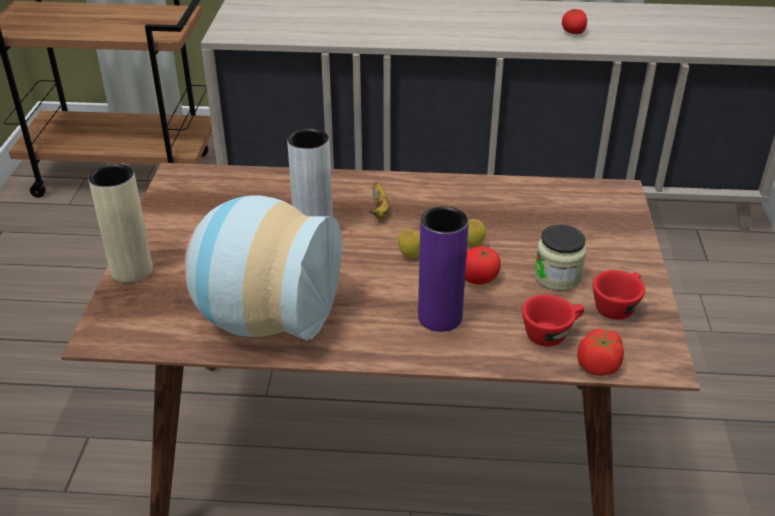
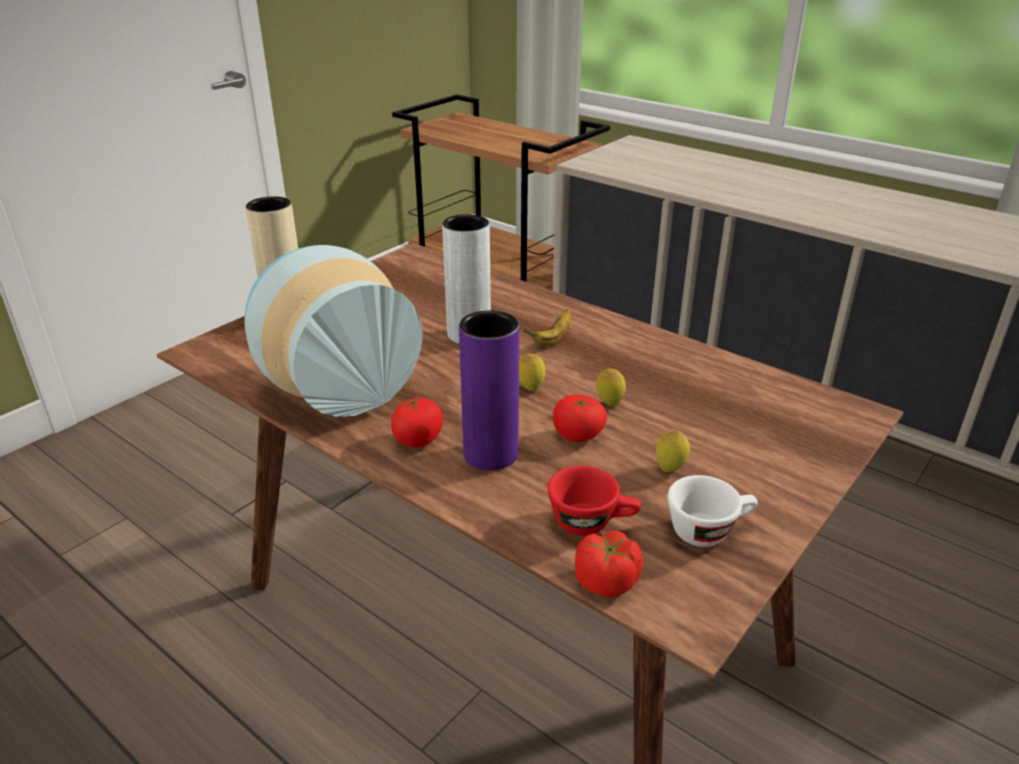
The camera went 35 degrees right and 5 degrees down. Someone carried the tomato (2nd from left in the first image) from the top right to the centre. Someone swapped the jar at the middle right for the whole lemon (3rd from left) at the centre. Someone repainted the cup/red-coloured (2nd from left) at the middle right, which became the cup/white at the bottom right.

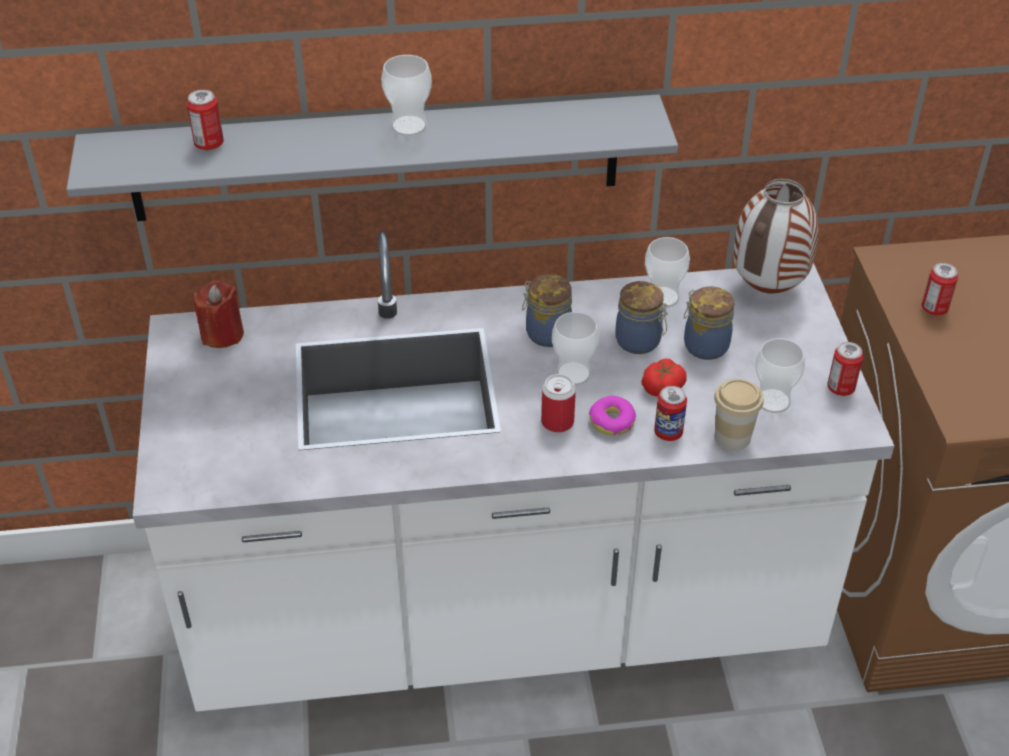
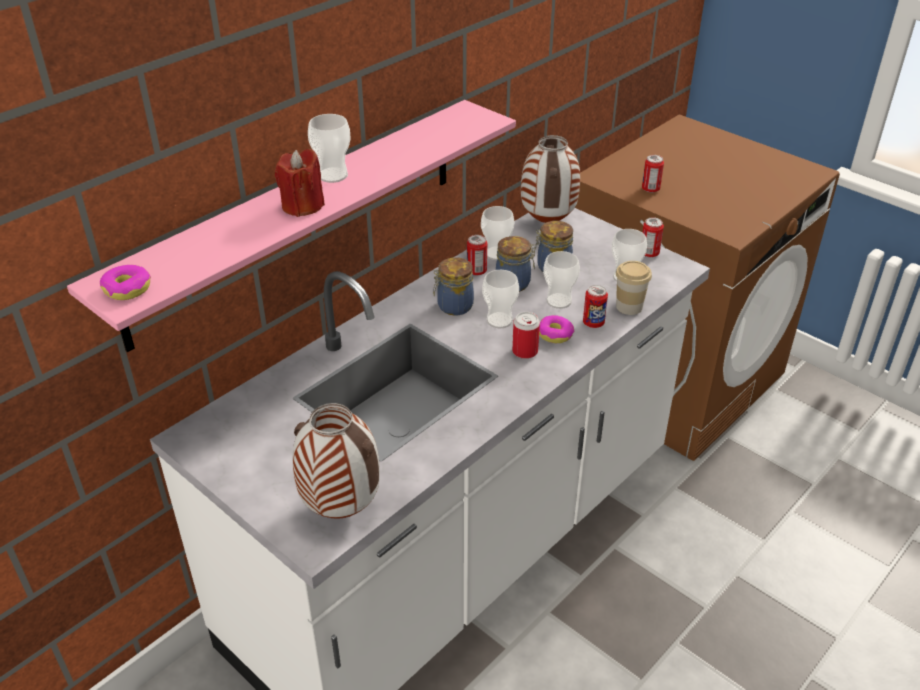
The camera went 40 degrees left and 5 degrees down. Someone put down the donut (1st from left) at the middle left. Someone put down the flower vase (1st from left) at the bottom centre. Someone carried the can (1st from left) from the top left to the centre. Someone carried the candle/red-coloured from the middle left to the top left. Someone swapped the tomato at the centre for the cup (4th from left) at the centre. Someone repainted the shelf/grey at the top centre, which became the shelf/pink at the top left.

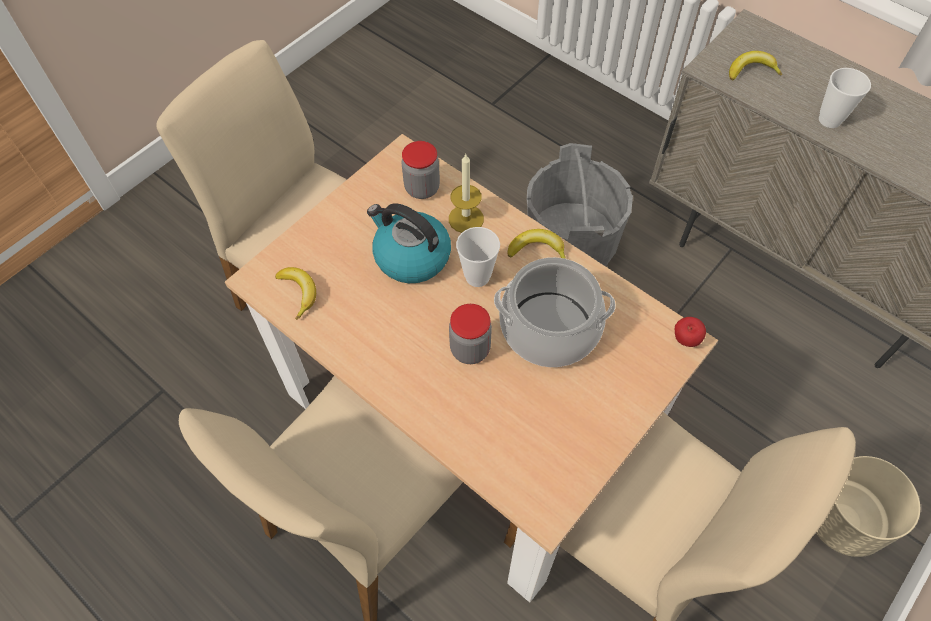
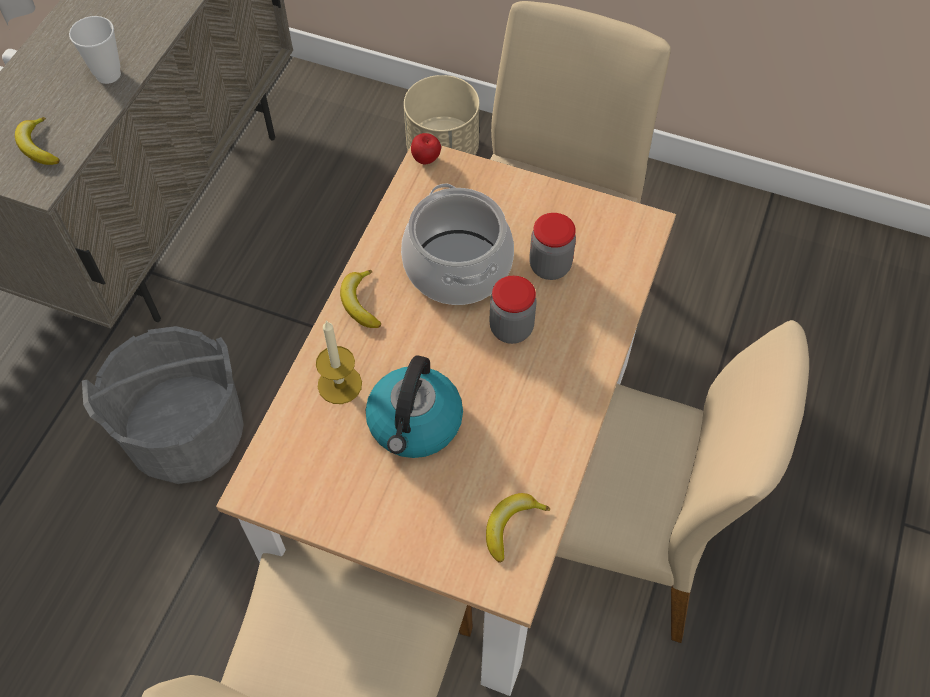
The camera went 110 degrees left and 0 degrees up. Someone took away the cup (1st from left) at the centre. Someone carried the jar (1st from left in the first image) from the top centre to the centre.

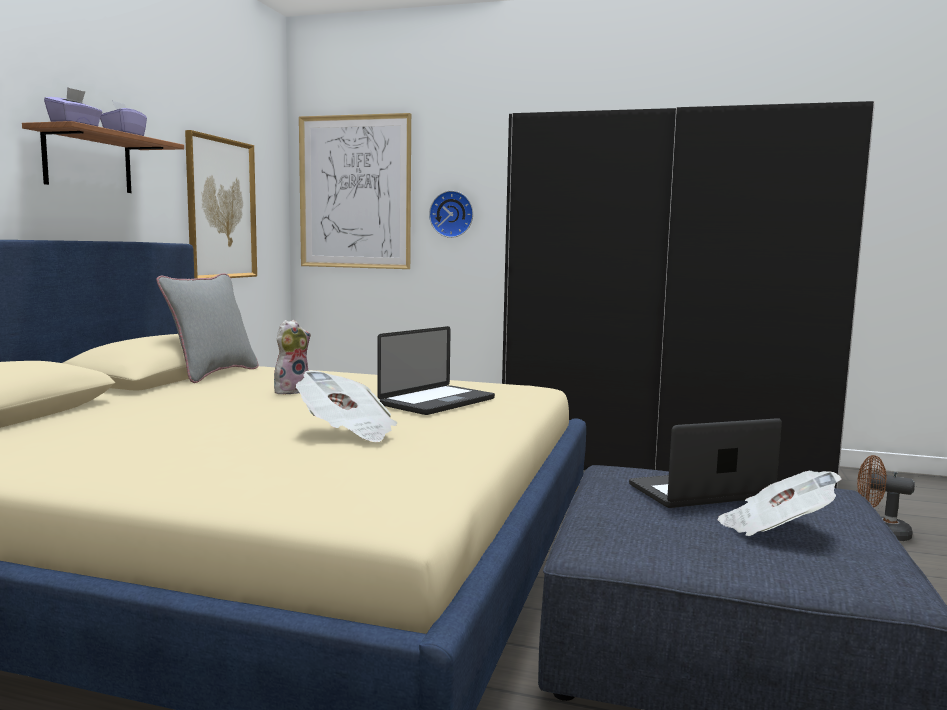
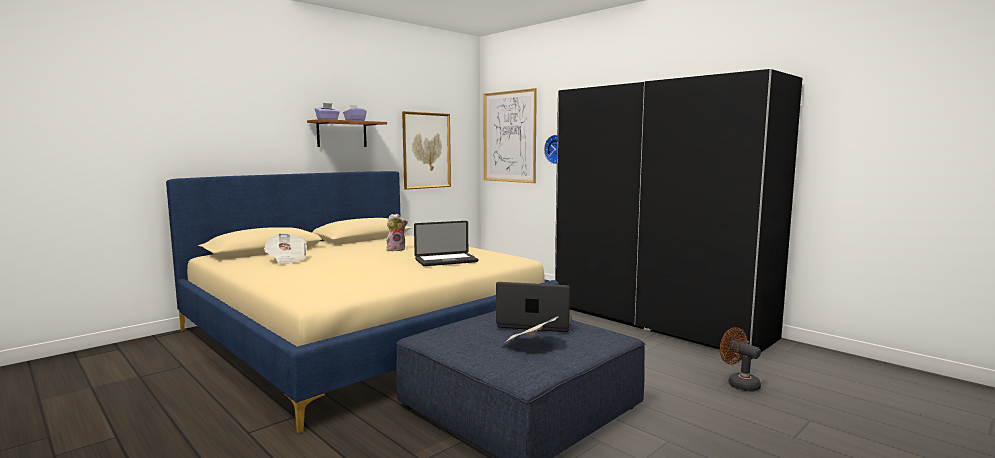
The camera went 30 degrees right and 0 degrees up. Someone took away the cushion/grey at the middle left. Someone carried the newspaper (1st from left) from the centre to the middle left.

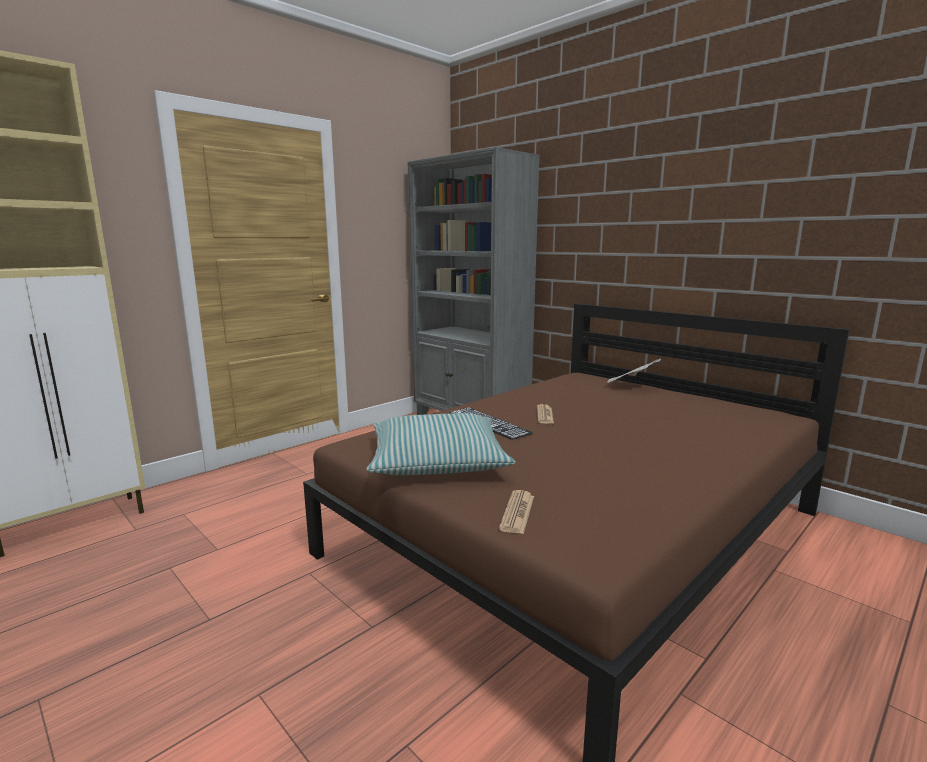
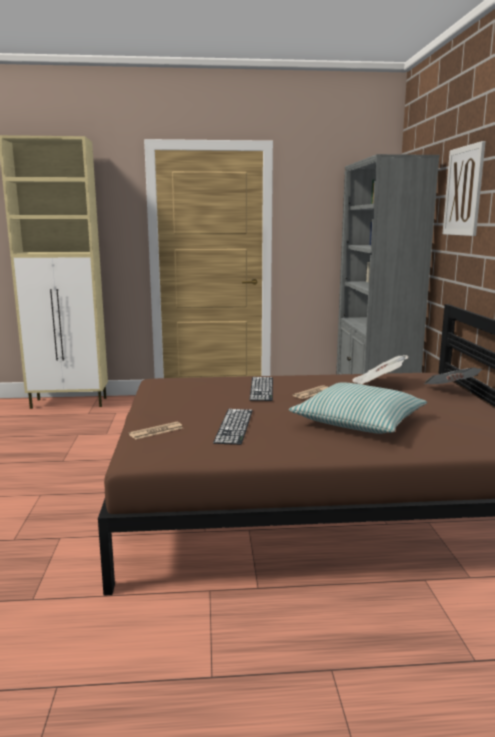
The camera went 40 degrees right and 0 degrees up. Someone put down the computer keyboard (1st from left) at the centre. Someone put down the newspaper (3rd from left) at the middle right. Someone put up the picture at the top right. Someone carried the cushion from the centre to the middle right.

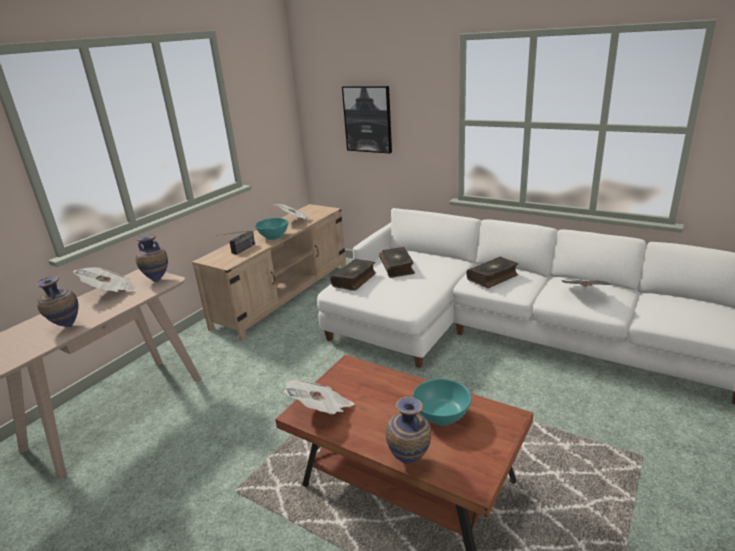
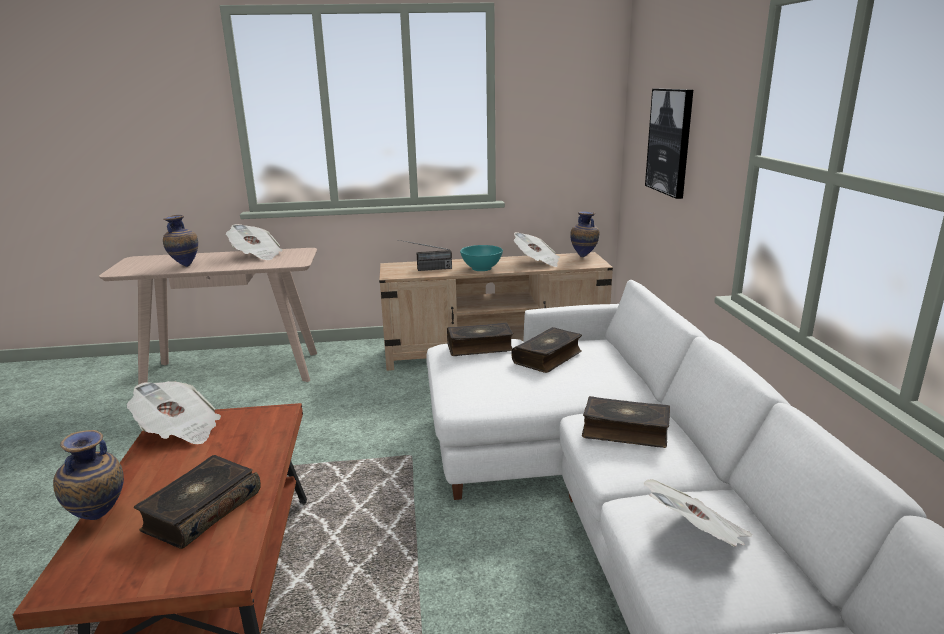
The camera went 50 degrees right and 5 degrees down. Someone carried the flower vase (2nd from left in the first image) from the middle left to the centre. Someone swapped the bowl/blue-green (2nd from left) at the bottom centre for the volume (1st from left) at the bottom left.

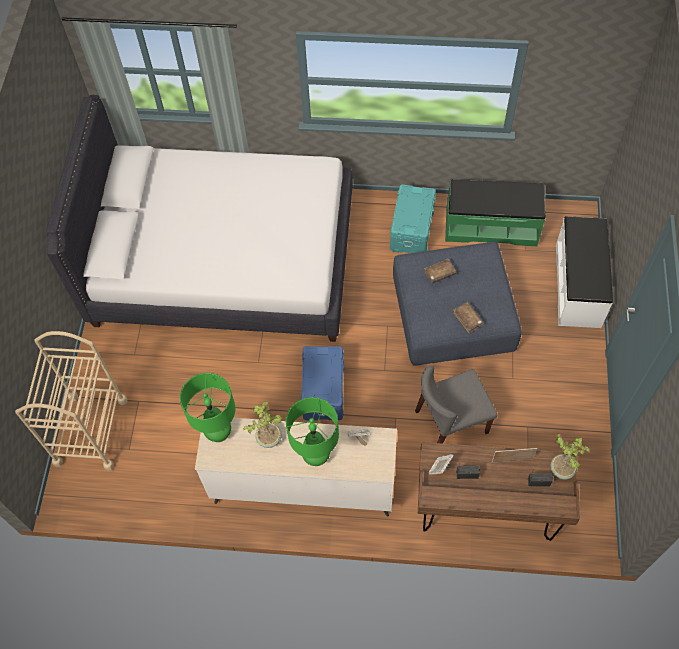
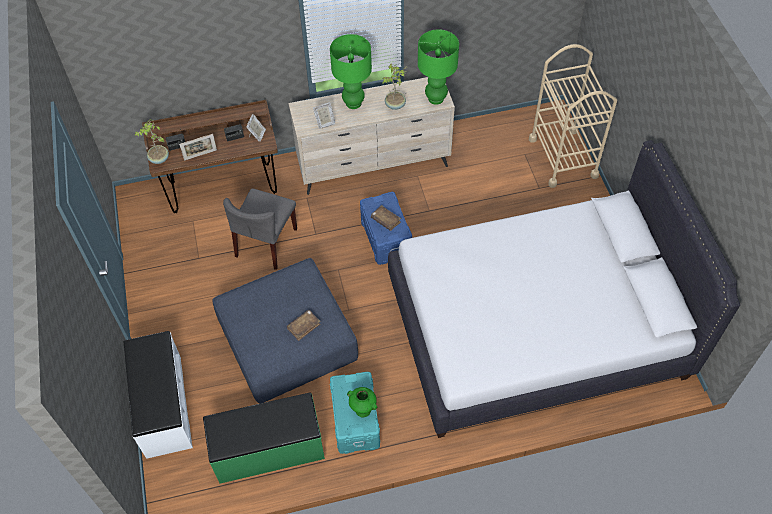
The camera went 160 degrees right and 5 degrees down. Someone put down the flower vase/greenish at the bottom centre. Someone carried the volume/brown-coloured (2nd from left) from the middle right to the centre. Someone rotated the plain chair/grey at the middle right by 150 degrees clockwise.

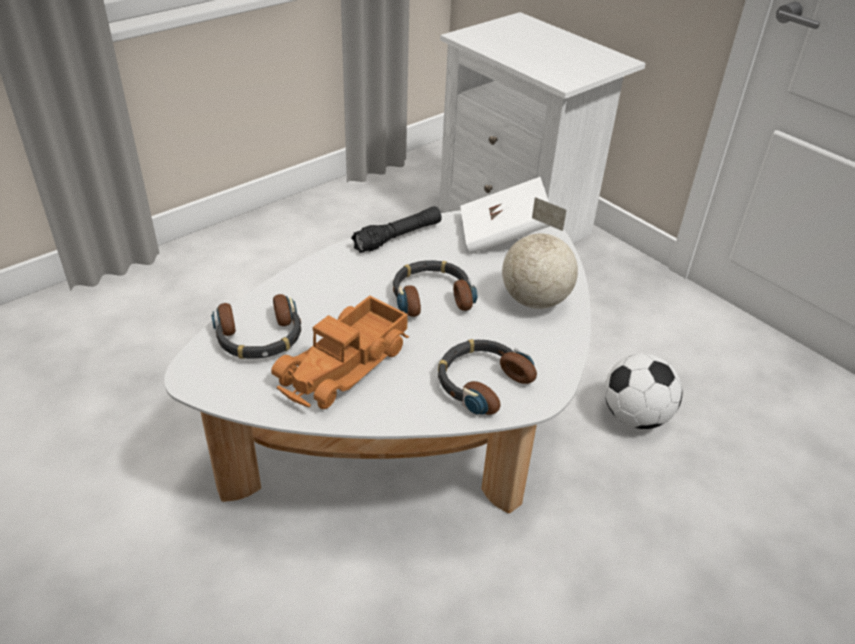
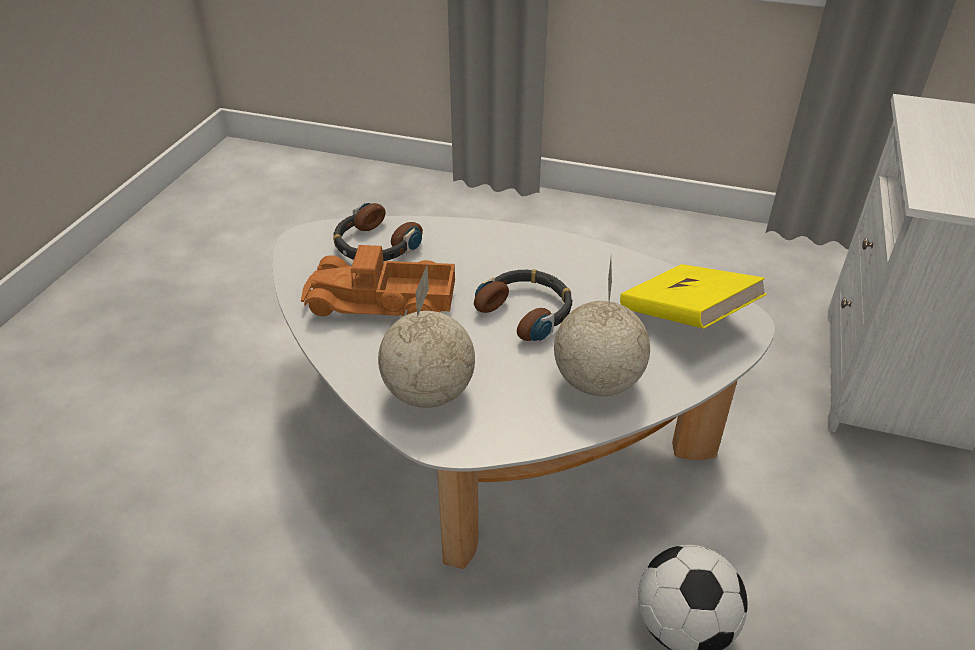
The camera went 60 degrees right and 0 degrees up. Someone took away the torch/black at the centre. Someone swapped the pair of headphones (3rd from left) at the centre for the desk globe (1st from left) at the centre. Someone repainted the volume/white at the centre, which became the volume/yellow-coloured at the middle right.

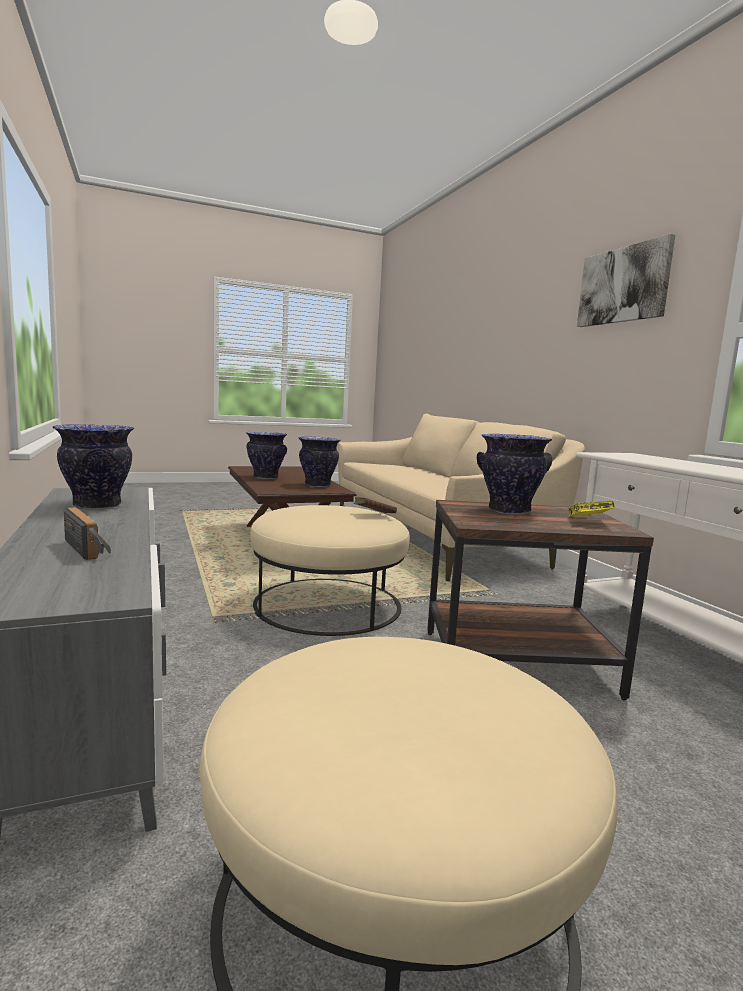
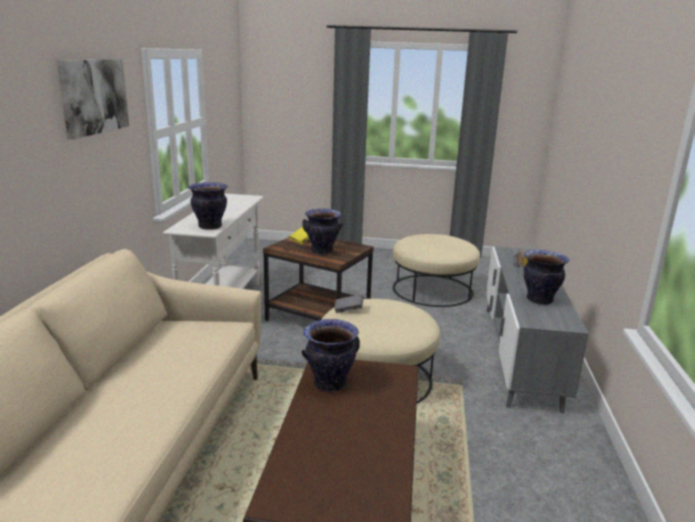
The camera went 150 degrees left and 10 degrees up. Someone carried the flower vase (2nd from left in the first image) from the centre to the middle left. Someone repainted the volume/brown-coloured at the centre, which became the volume/grey at the centre.

